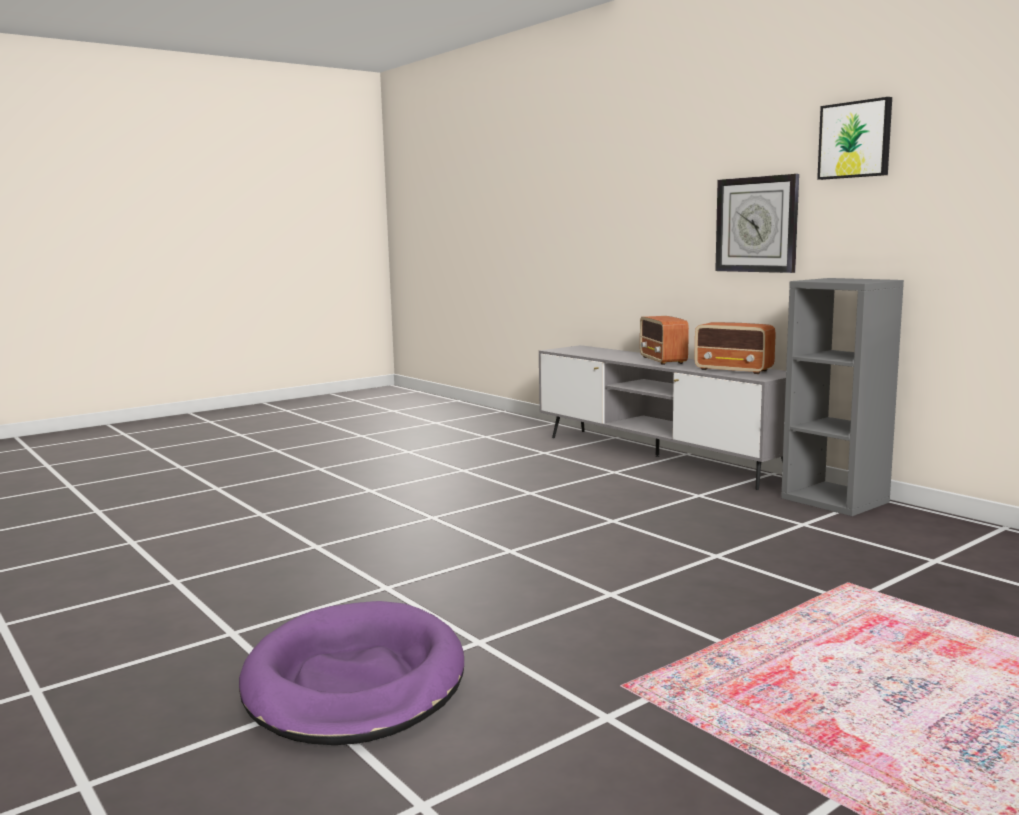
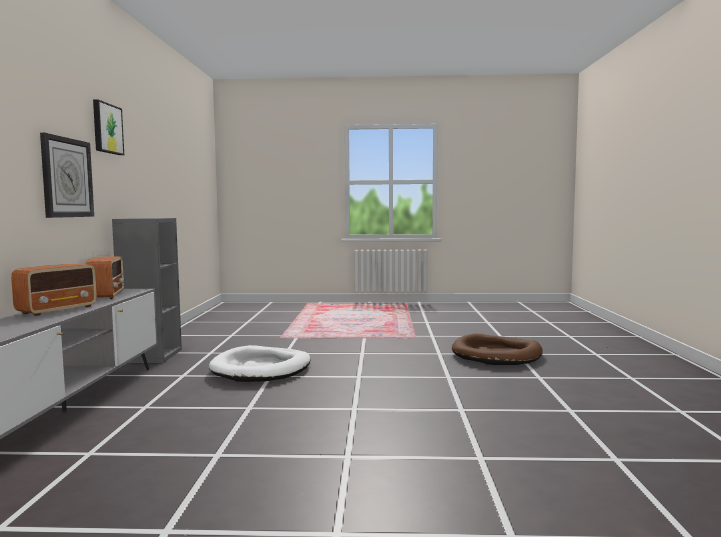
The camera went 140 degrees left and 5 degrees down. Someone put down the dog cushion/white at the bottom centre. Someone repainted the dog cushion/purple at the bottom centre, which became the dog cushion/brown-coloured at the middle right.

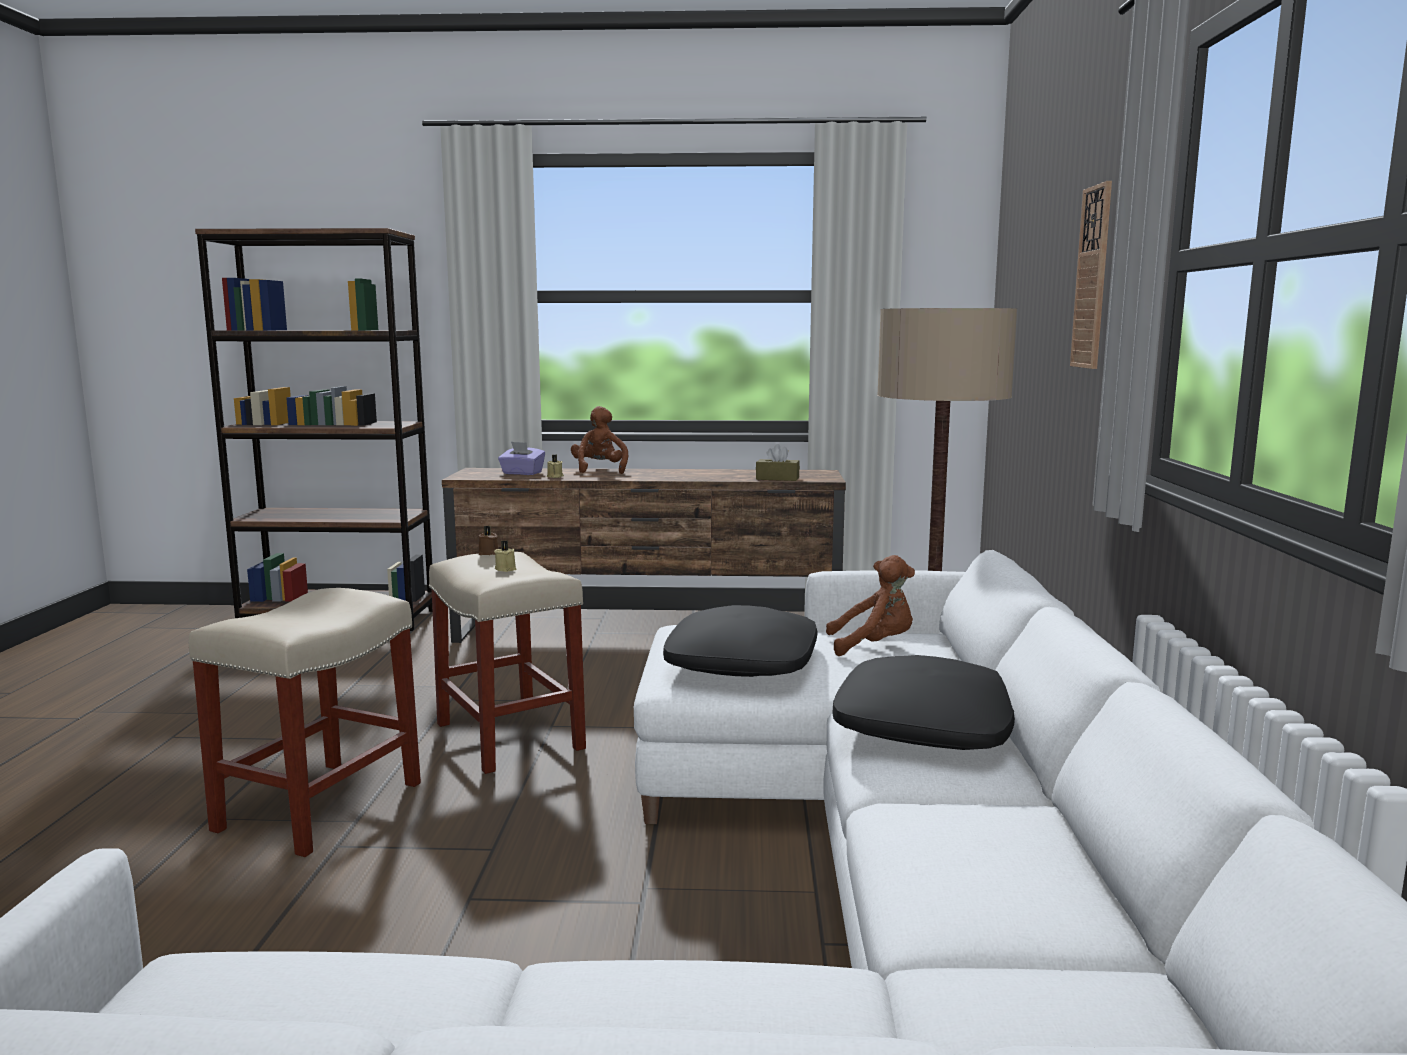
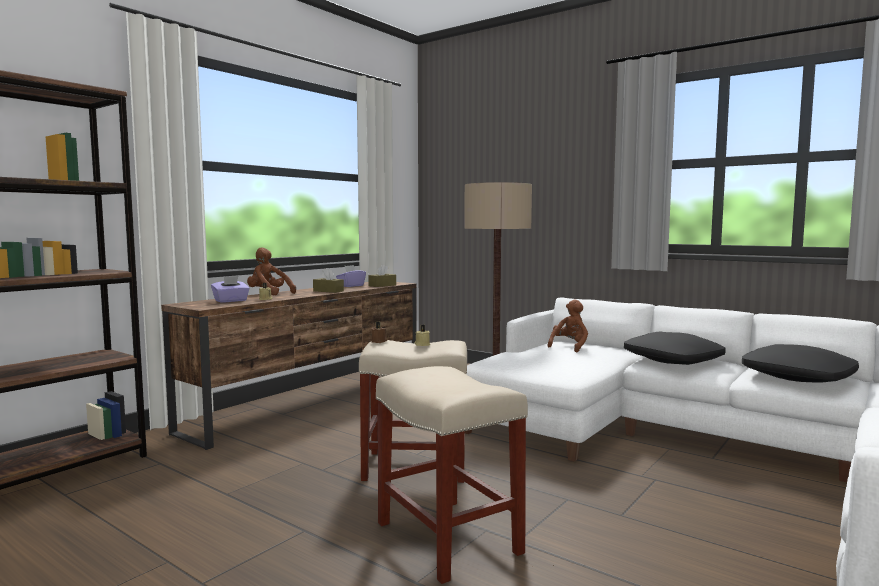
The camera went 55 degrees left and 5 degrees down. Someone took away the wall clock at the top right. Someone put down the box of tissues/brown-coloured (1st from left) at the centre. Someone put down the box of tissues/purple (2nd from left) at the centre. Someone carried the cushion/black (1st from left in the first image) from the centre to the middle right.

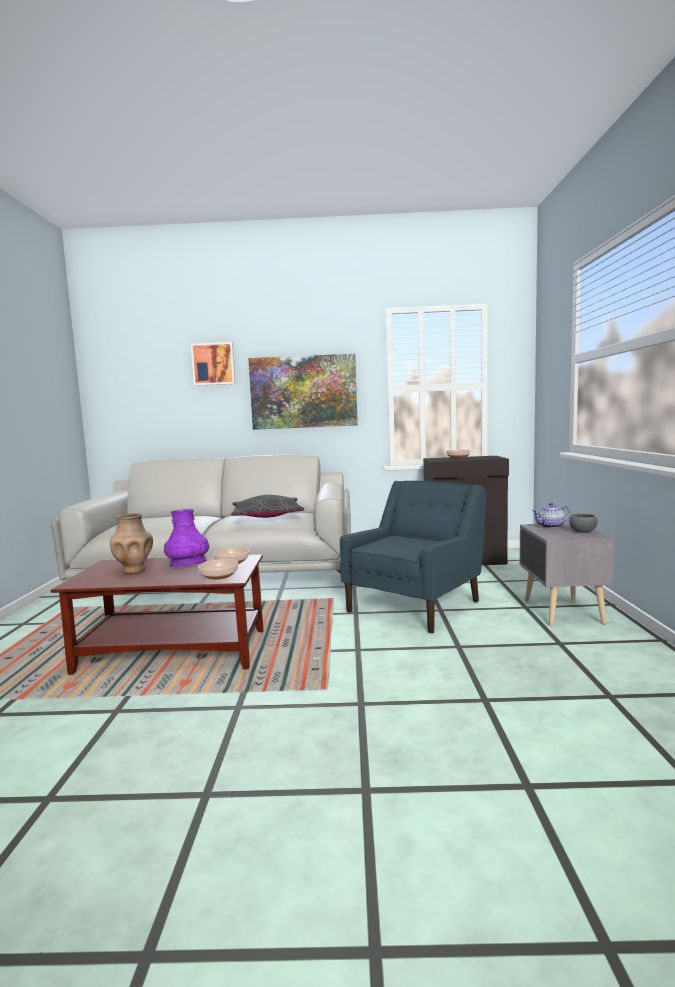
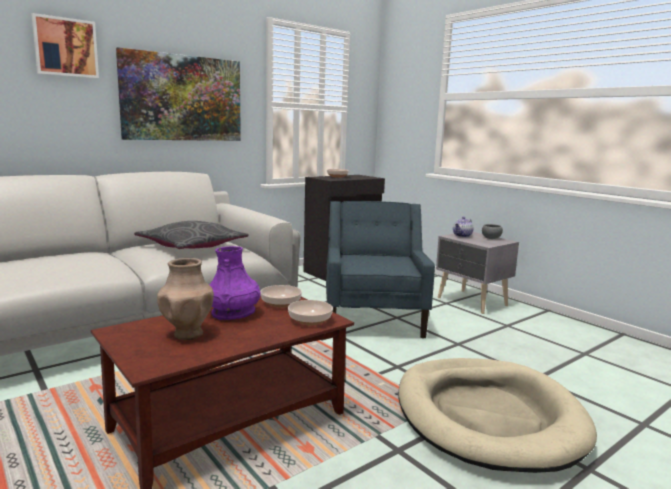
The camera went 40 degrees left and 5 degrees up. Someone put down the dog cushion/sand-coloured at the bottom right.

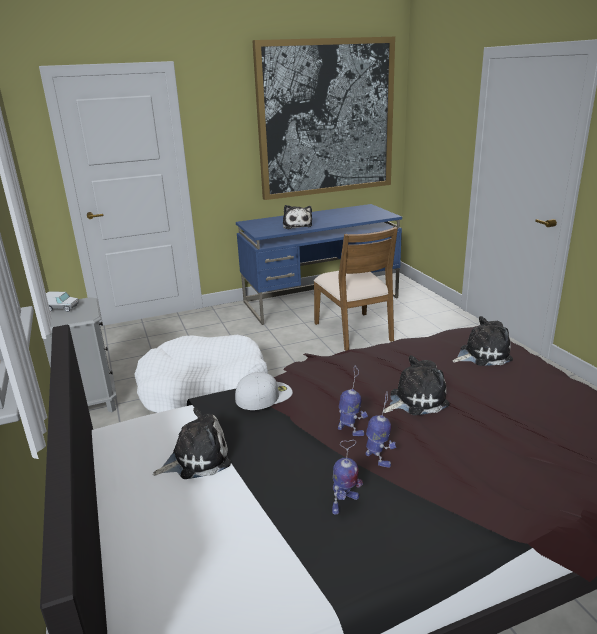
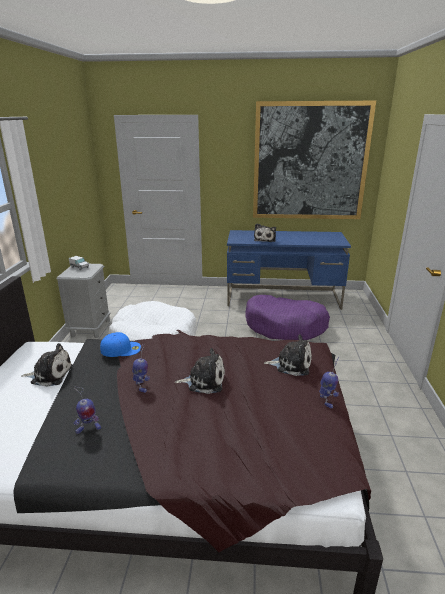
The camera went 25 degrees right and 0 degrees up. Someone carried the robot figure (3rd from left) from the bottom centre to the middle right. Someone swapped the plain chair/brown-coloured at the centre for the dog cushion/purple at the centre. Someone repainted the baseball cap/white at the centre, which became the baseball cap/blue at the middle left.

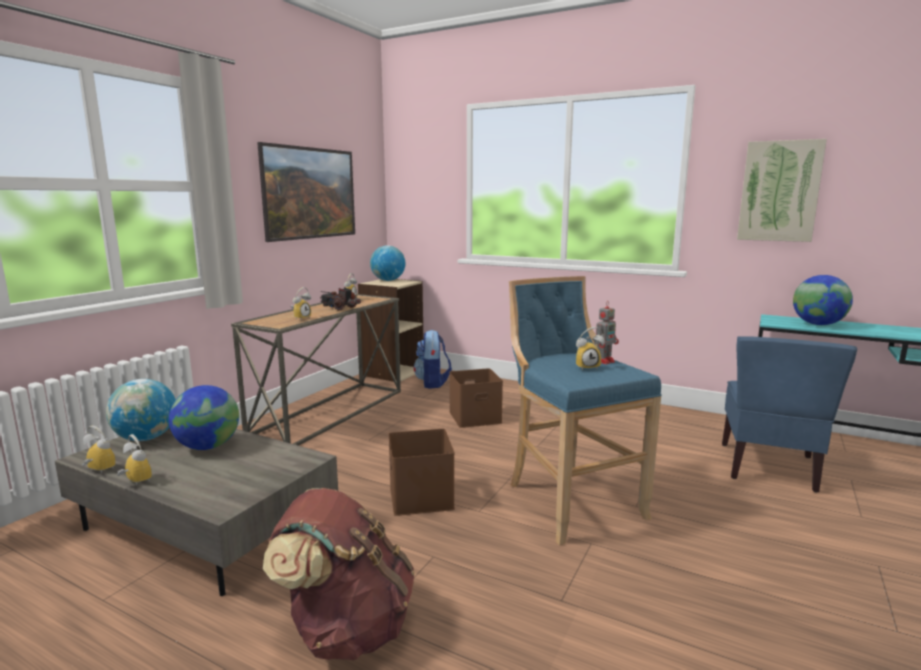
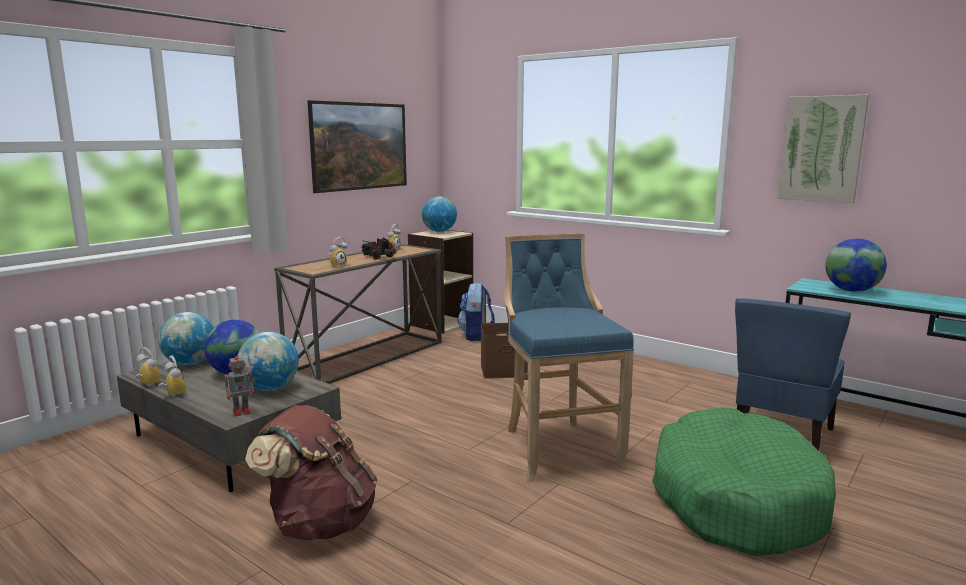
The camera went 10 degrees right and 0 degrees up. Someone took away the storage bin/brown-coloured (1st from left) at the bottom centre. Someone took away the bedside clock (5th from left) at the centre. Someone put down the desk globe (3rd from left) at the middle left. Someone put down the dog cushion/greenish at the bottom right. Someone carried the robot figure from the centre to the middle left.

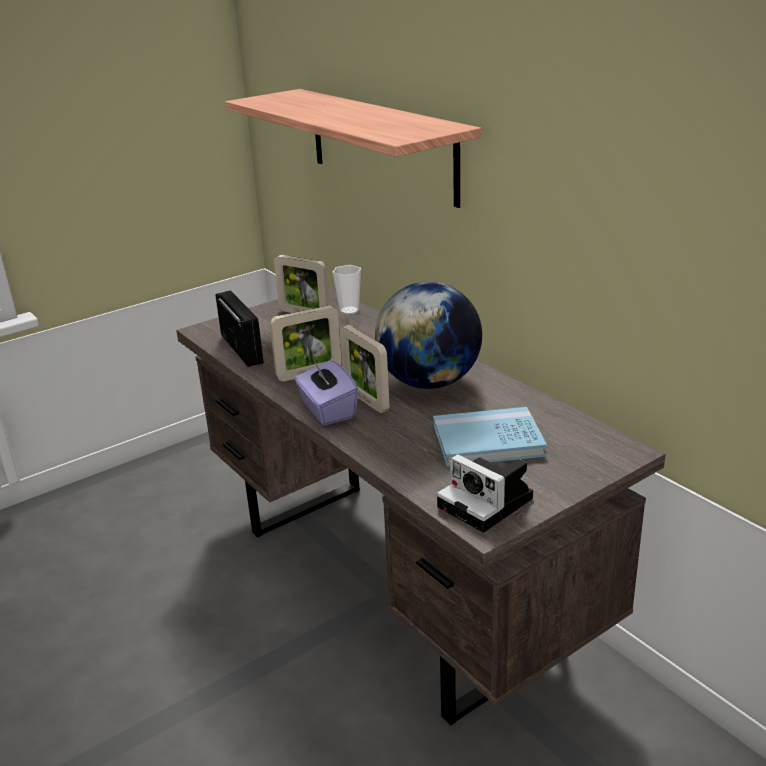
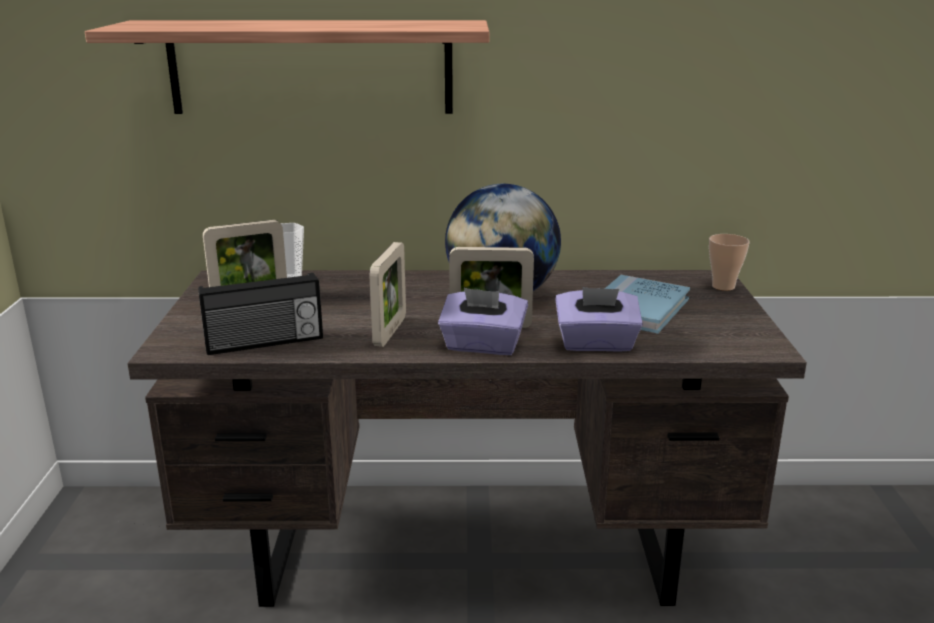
The camera went 55 degrees left and 5 degrees down. Someone took away the still camera at the centre. Someone put down the box of tissues/purple (2nd from left) at the centre. Someone put down the cup (2nd from left) at the middle right. Someone rotated the radio at the middle left by 150 degrees clockwise.

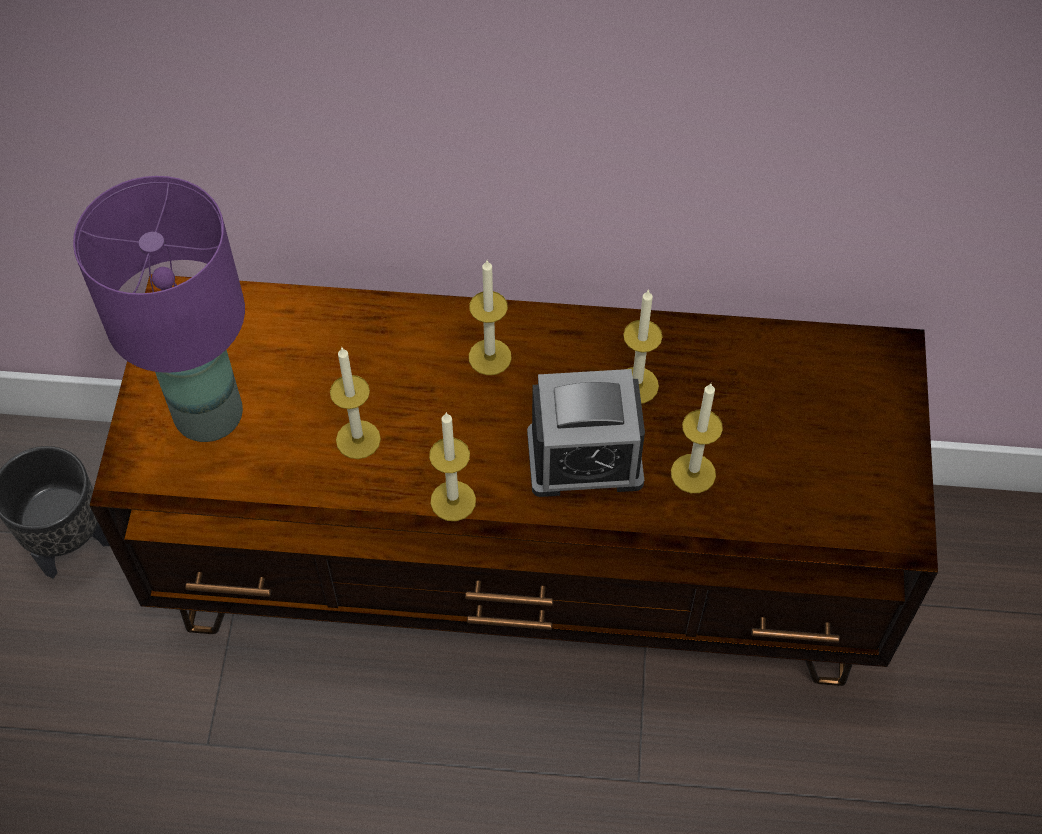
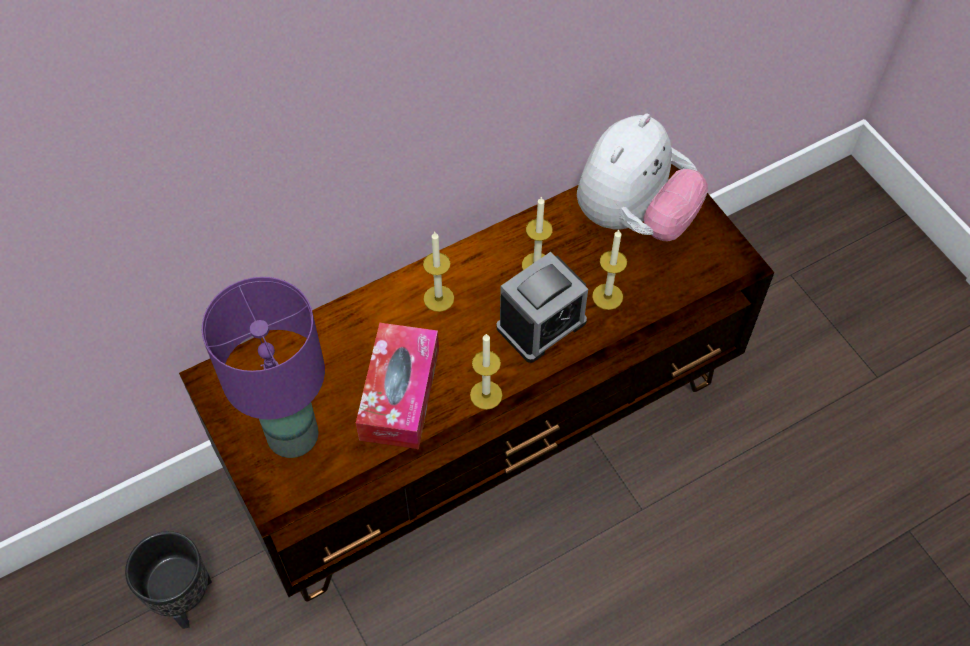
The camera went 35 degrees left and 0 degrees up. Someone put down the soft toy at the top centre. Someone swapped the candle (1st from left) at the centre for the box of tissues at the centre.

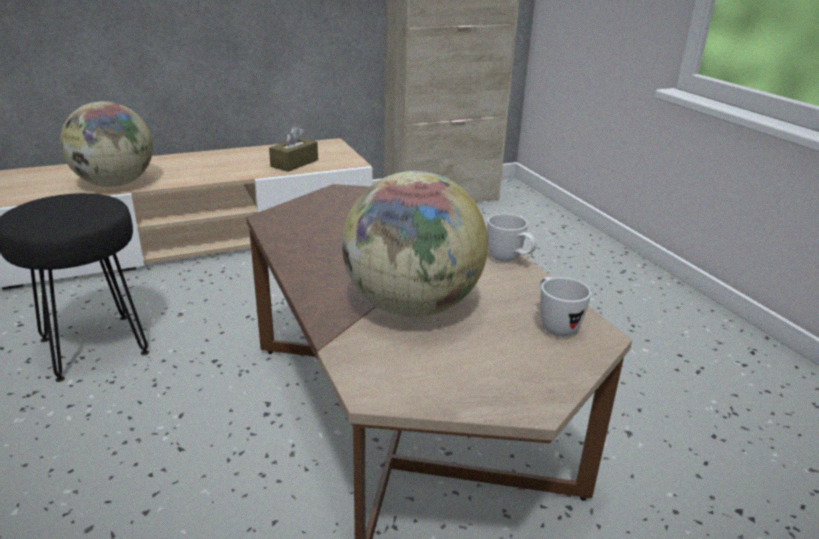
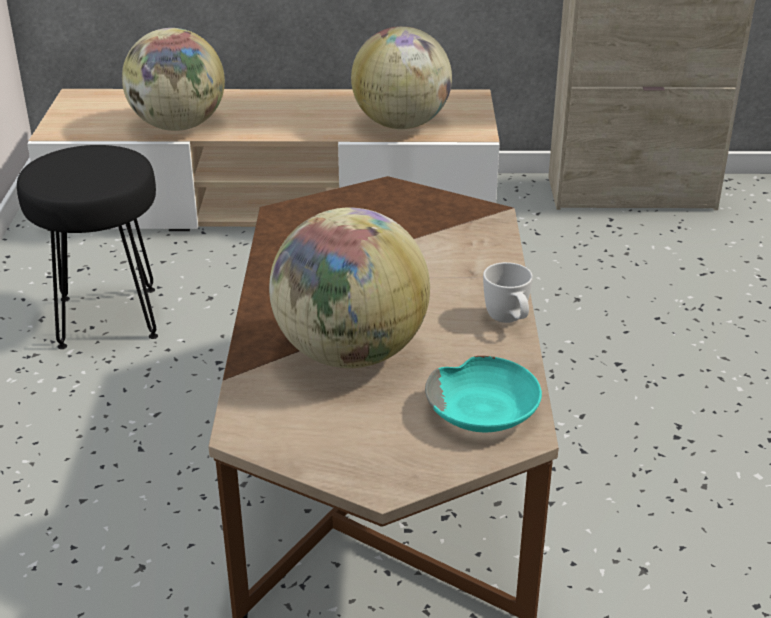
The camera went 25 degrees right and 5 degrees up. Someone swapped the box of tissues/brown-coloured at the top centre for the desk globe (3rd from left) at the top centre. Someone swapped the mug/white (2nd from left) at the middle right for the bowl/blue-green at the centre.

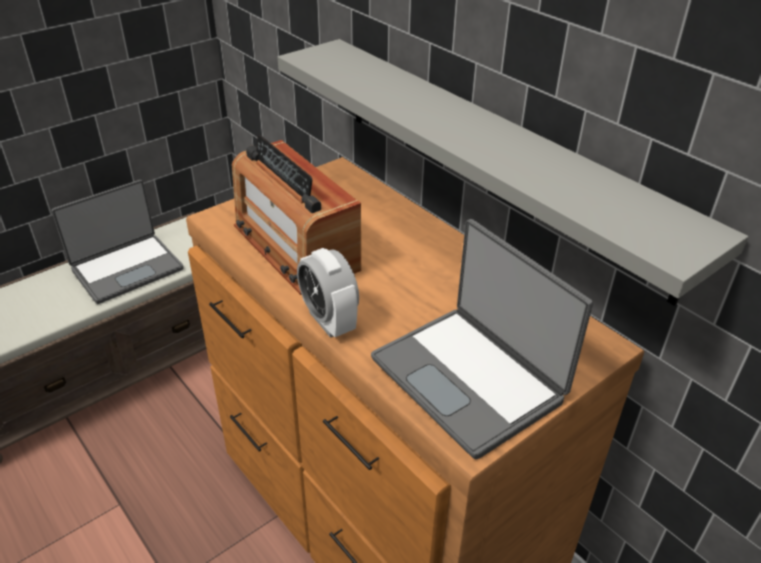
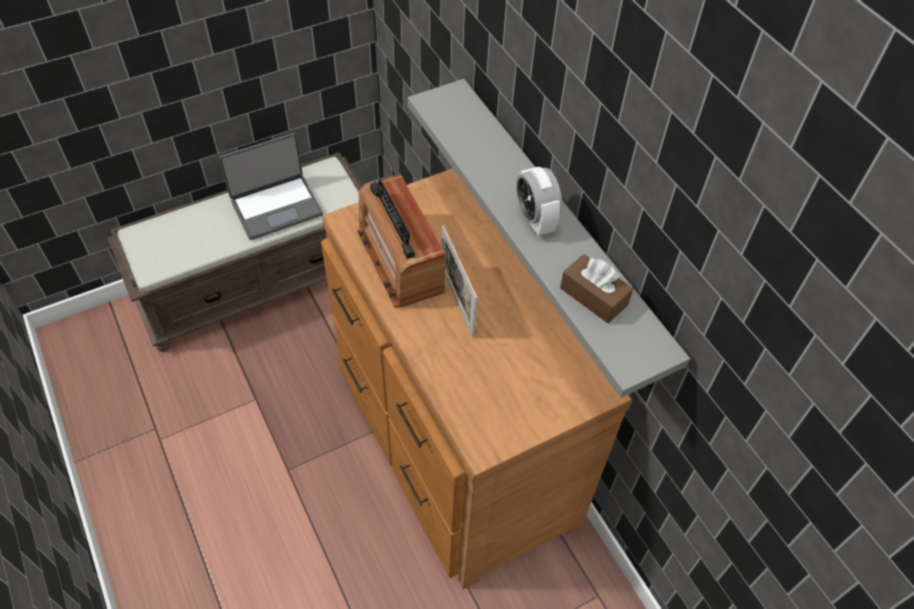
The camera went 10 degrees right and 15 degrees up. Someone took away the portable computer (2nd from left) at the centre. Someone put down the picture frame at the centre. Someone put down the box of tissues/brown-coloured at the centre. Someone carried the bedside clock from the centre to the top centre.

